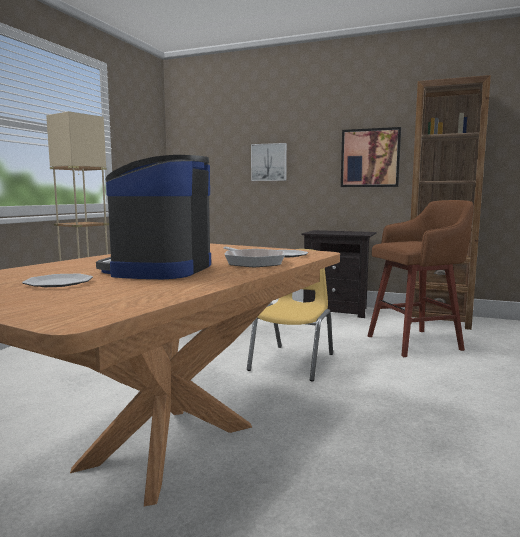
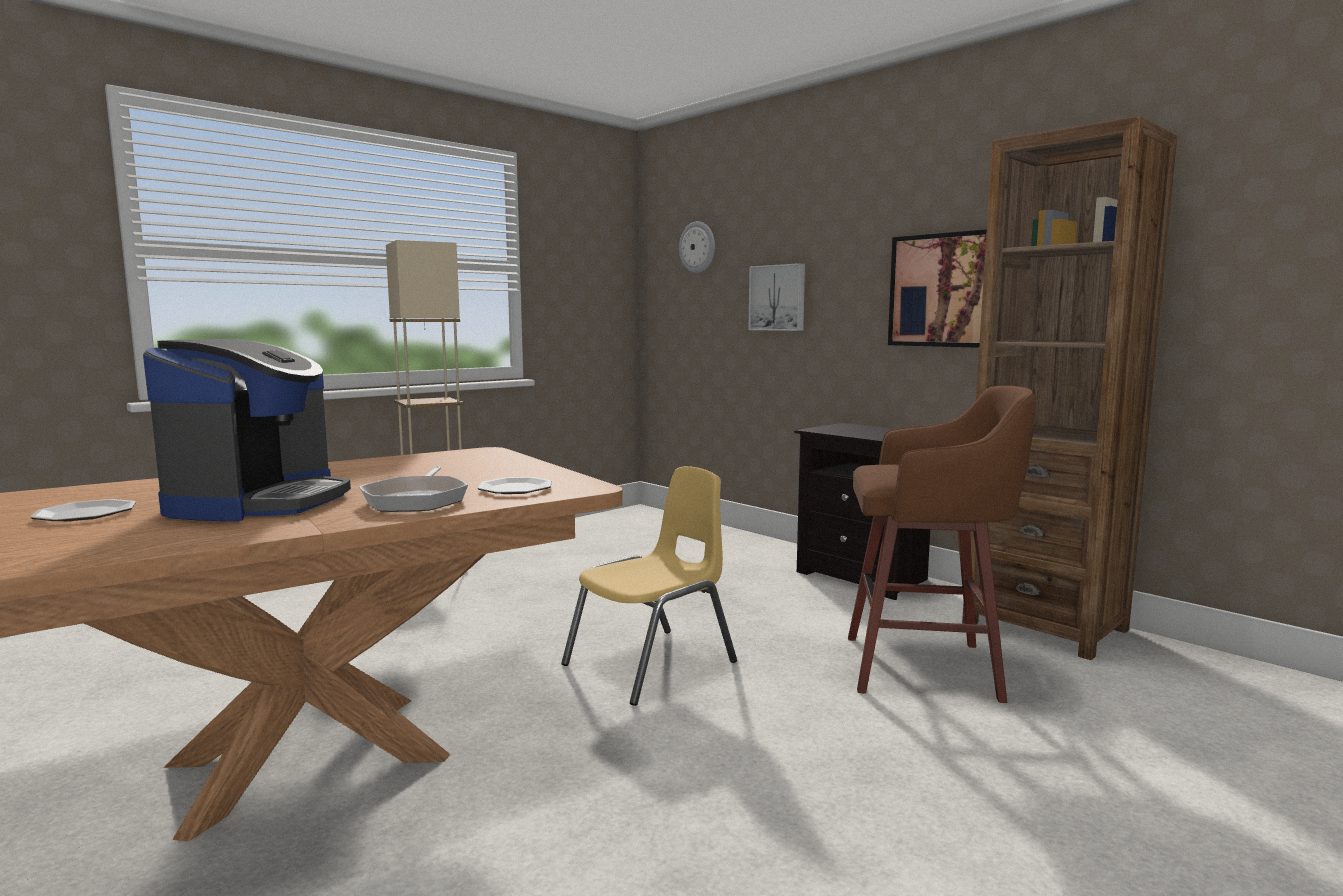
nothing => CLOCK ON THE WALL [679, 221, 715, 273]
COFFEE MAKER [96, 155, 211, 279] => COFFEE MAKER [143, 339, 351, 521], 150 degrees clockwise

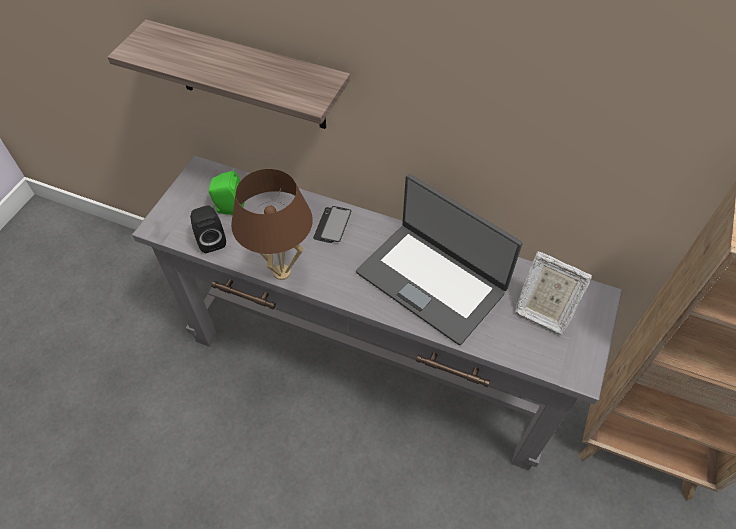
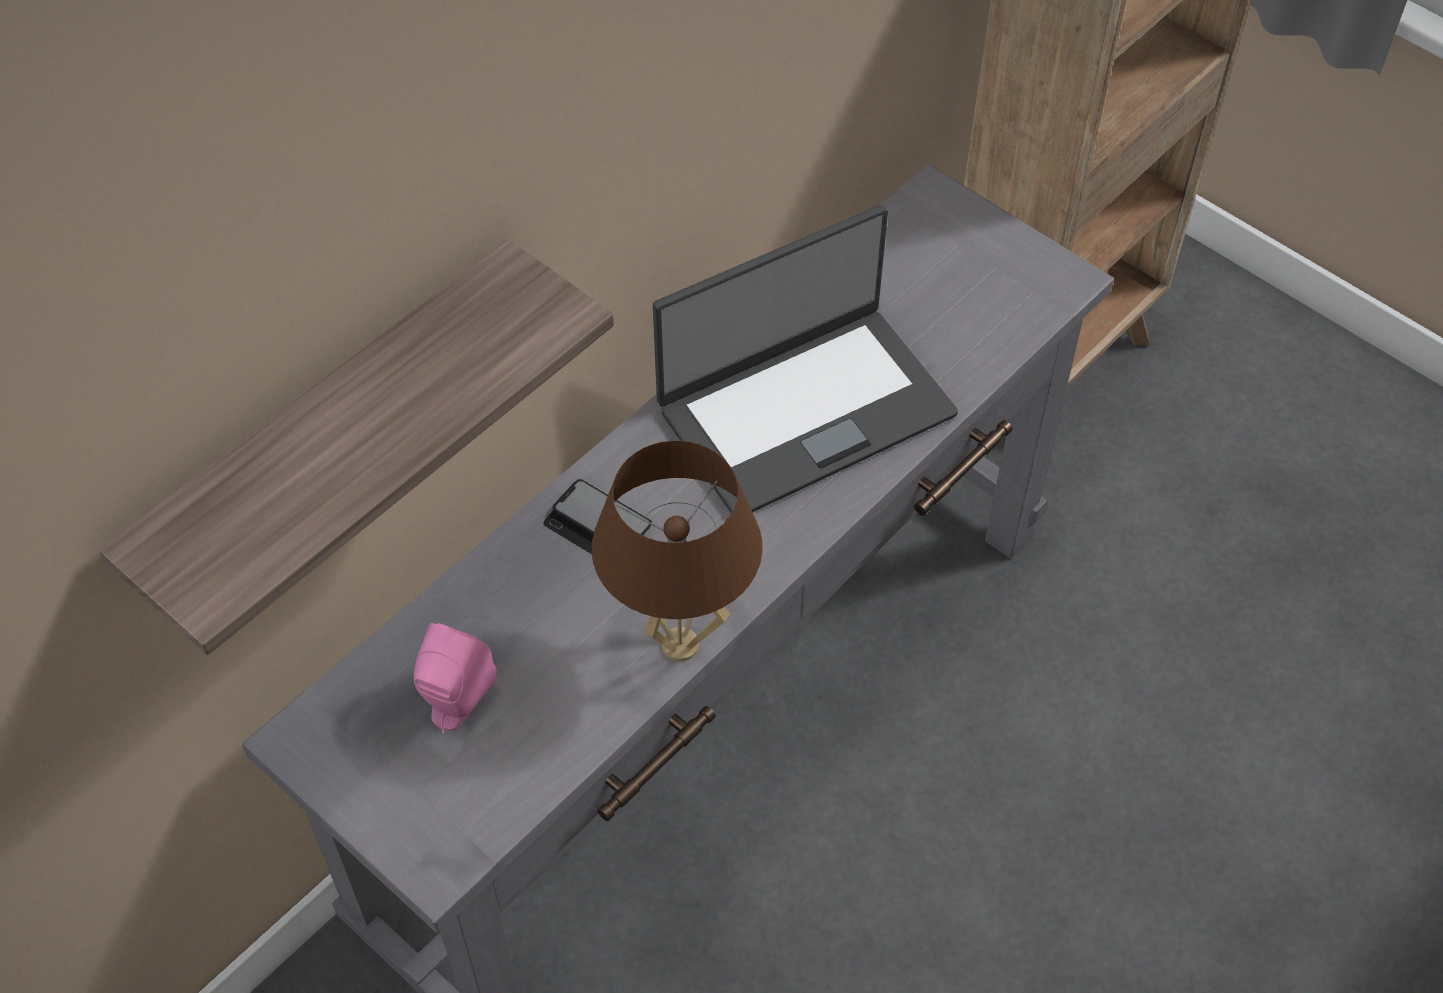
BLACK-COLOURED AUDIO SPEAKER [190, 206, 226, 253] => nothing
PHOTO FRAME [515, 251, 592, 335] => nothing
GREEN AUDIO SPEAKER [209, 171, 245, 215] => PINKISH AUDIO SPEAKER [414, 623, 497, 734]

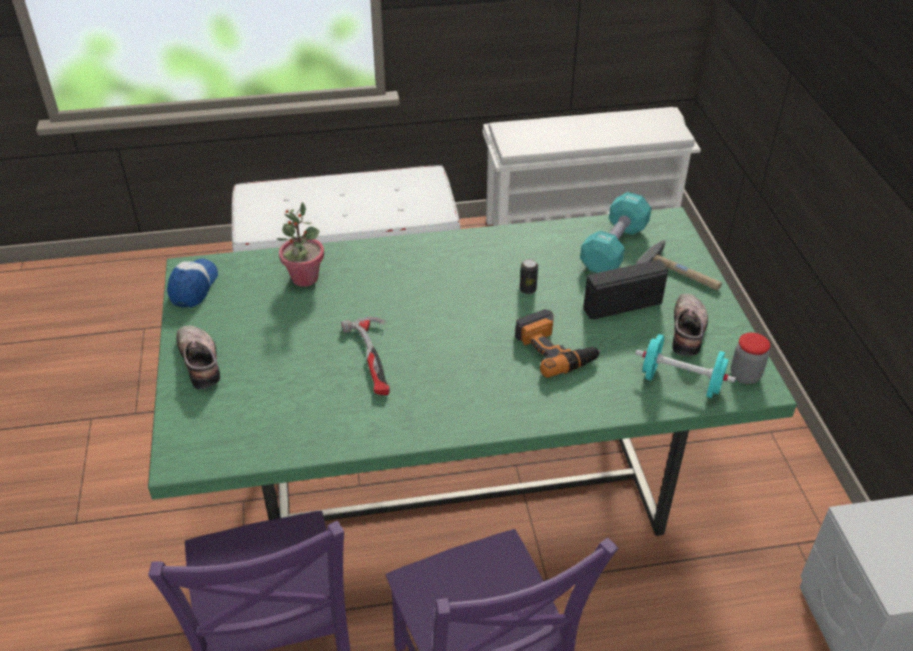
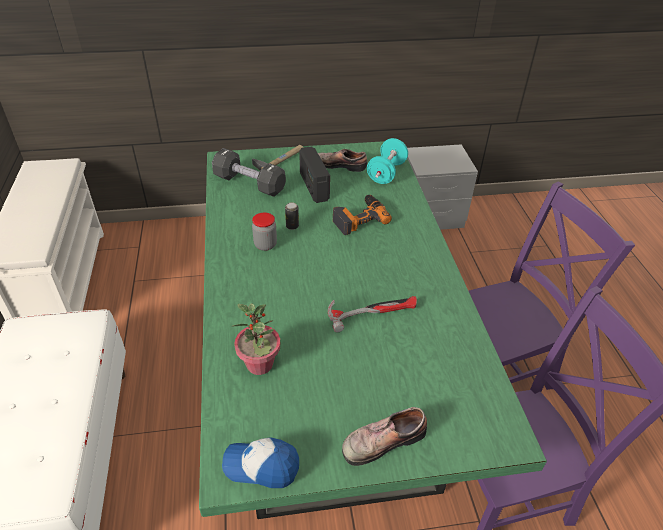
JAR [731, 333, 770, 384] => JAR [252, 213, 277, 251], relocated
BLUE-GREEN FREE WEIGHT [580, 192, 652, 273] => BLACK-COLOURED FREE WEIGHT [212, 148, 286, 197]

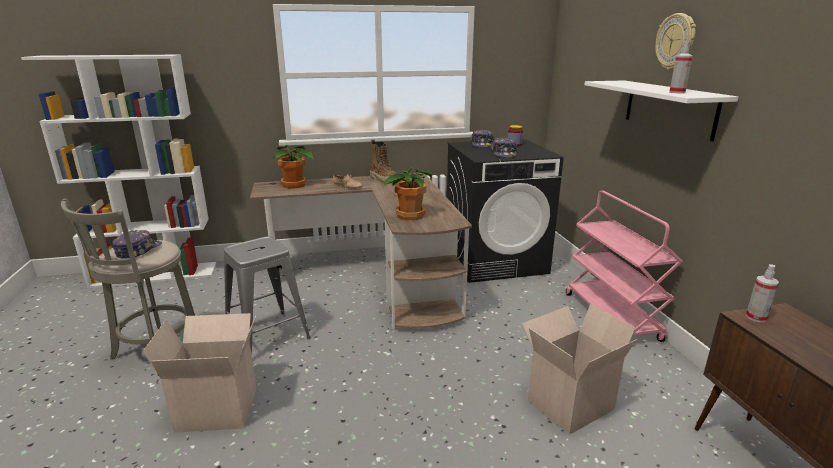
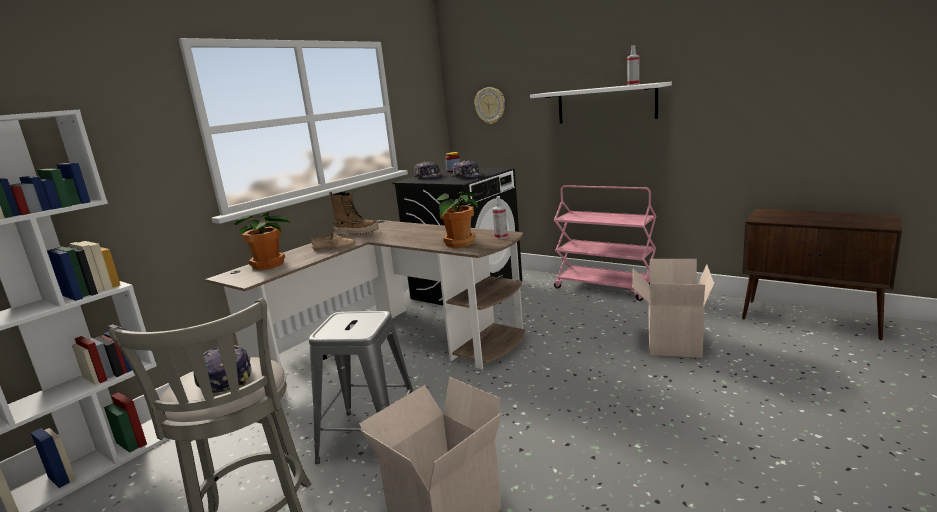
CLOCK ON THE WALL [655, 13, 696, 70] => CLOCK ON THE WALL [475, 87, 505, 124], relocated
HAND SPRAYER [746, 264, 779, 323] => HAND SPRAYER [493, 196, 508, 239], relocated

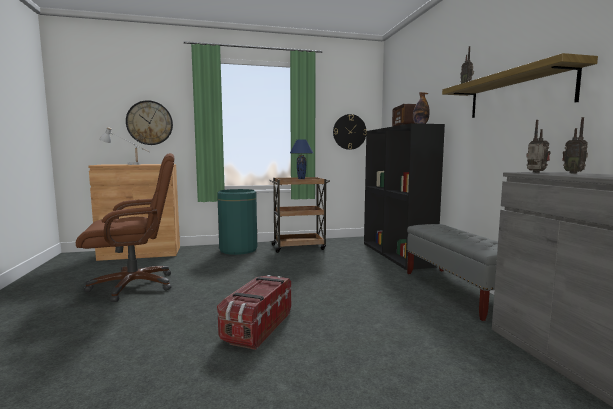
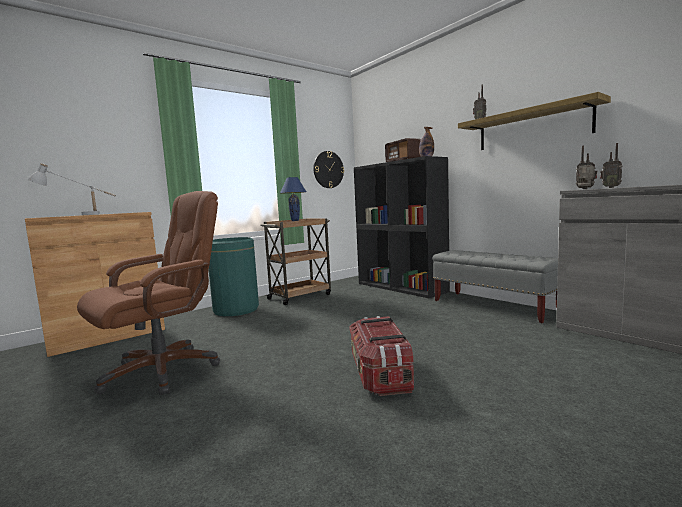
CLOCK ON THE WALL [126, 100, 173, 145] => nothing

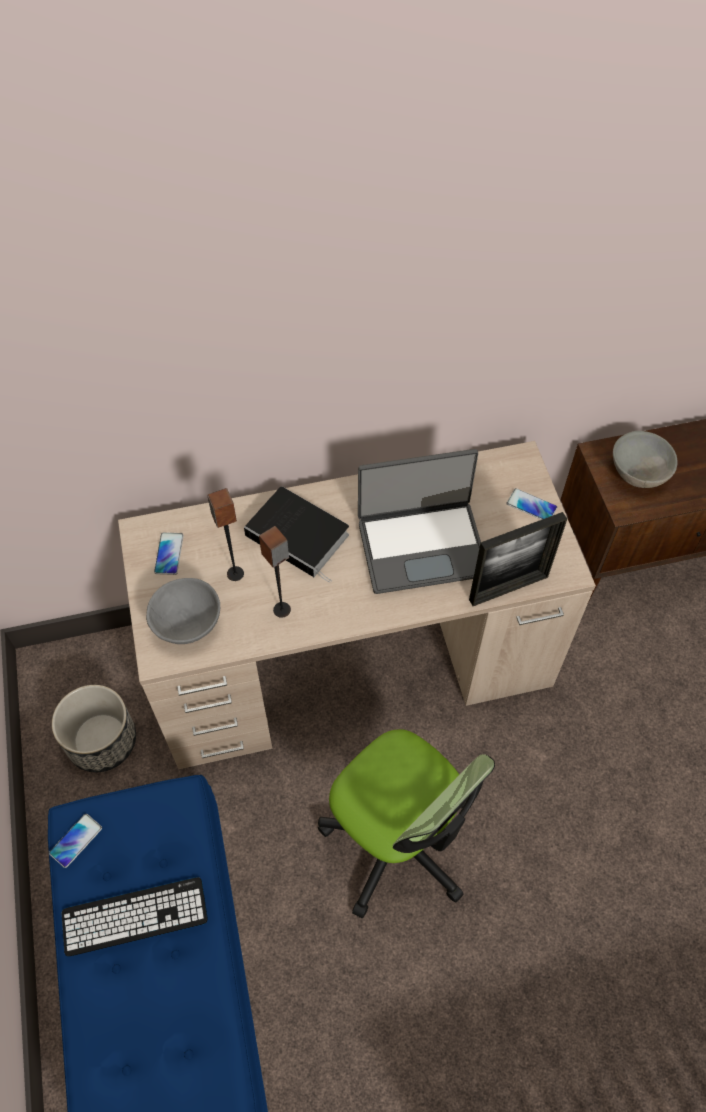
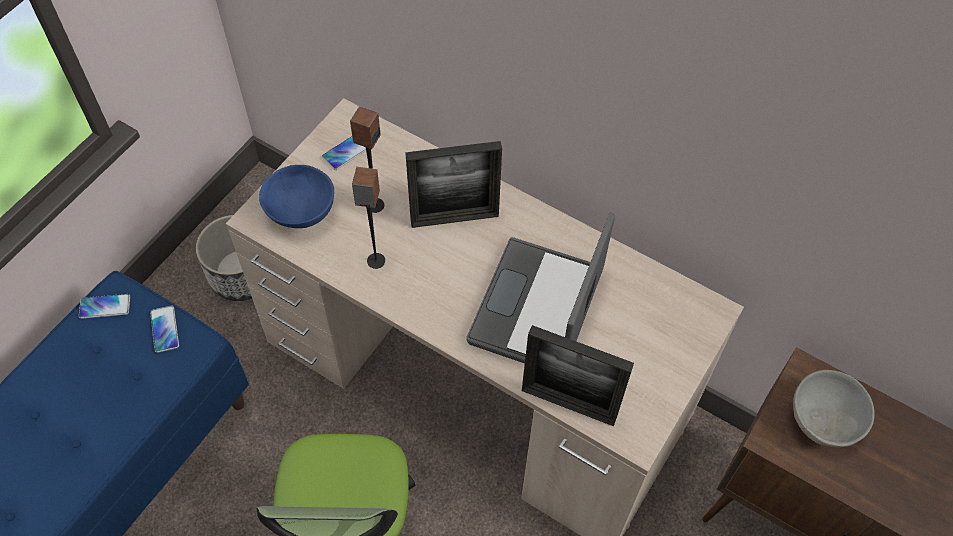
KEYBOARD [62, 877, 208, 956] => nothing
PHONE [507, 488, 557, 520] => PHONE [150, 306, 179, 353], relocated
BOUND BOOK [244, 487, 349, 583] => PHOTO FRAME [405, 141, 502, 228]
GREYISH DEEP DISH [146, 578, 220, 644] => BLUISH DEEP DISH [259, 165, 334, 228]
PORTABLE COMPUTER [358, 449, 481, 594] => PORTABLE COMPUTER [466, 212, 615, 363], 75 degrees clockwise

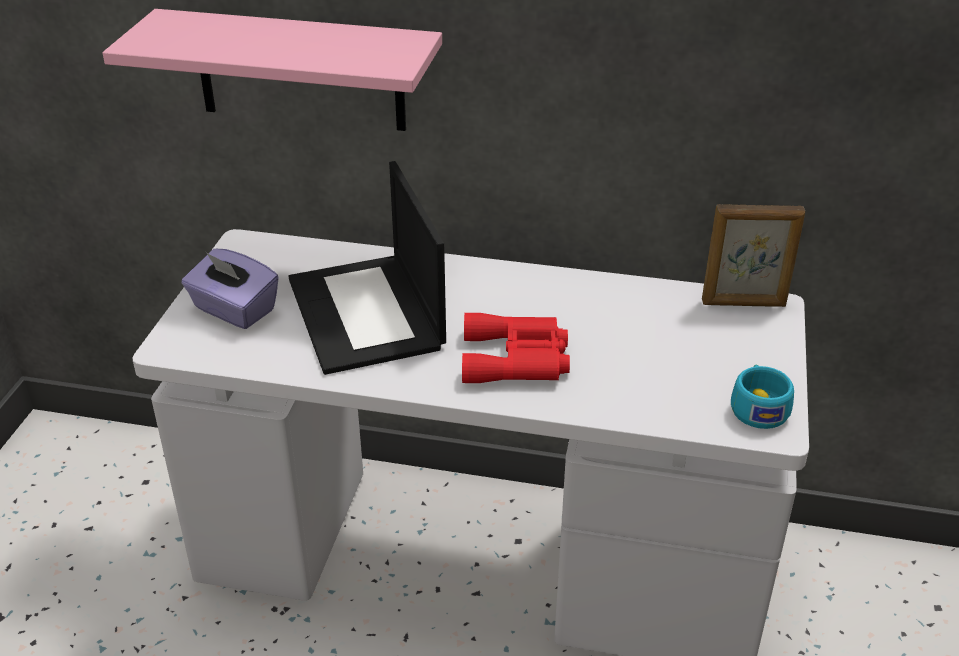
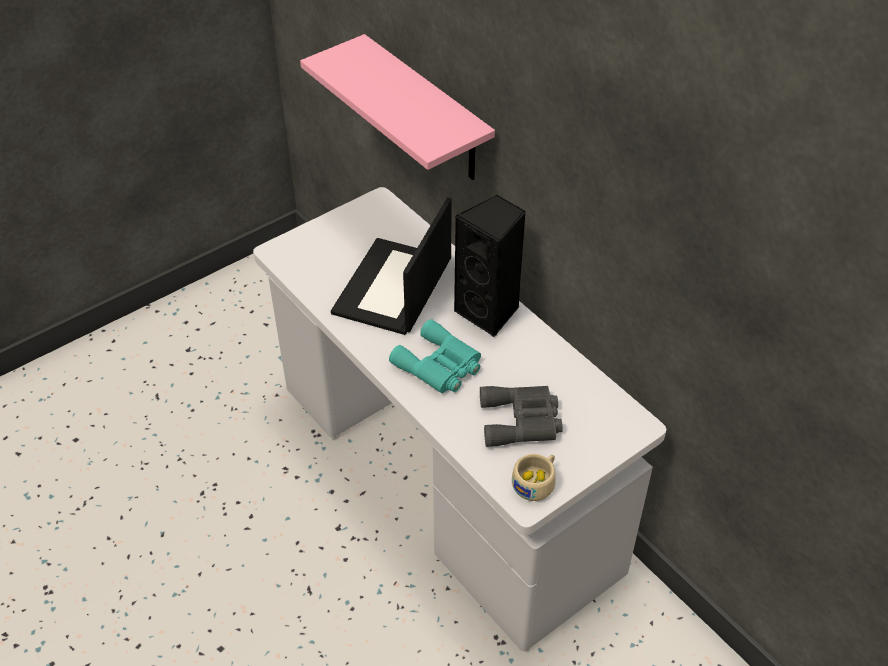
PURPLE BOX OF TISSUES [182, 249, 279, 329] => nothing
PHOTO FRAME [702, 204, 805, 307] => nothing
nothing => BLACK-COLOURED AUDIO SPEAKER [454, 195, 526, 337]
nothing => GREYISH BINOCULARS [480, 386, 563, 447]
RED-COLOURED BINOCULARS [462, 313, 570, 383] => BLUE-GREEN BINOCULARS [389, 319, 481, 393]
BLUE-GREEN CUP [731, 365, 794, 429] => BEIGE CUP [512, 454, 556, 501]

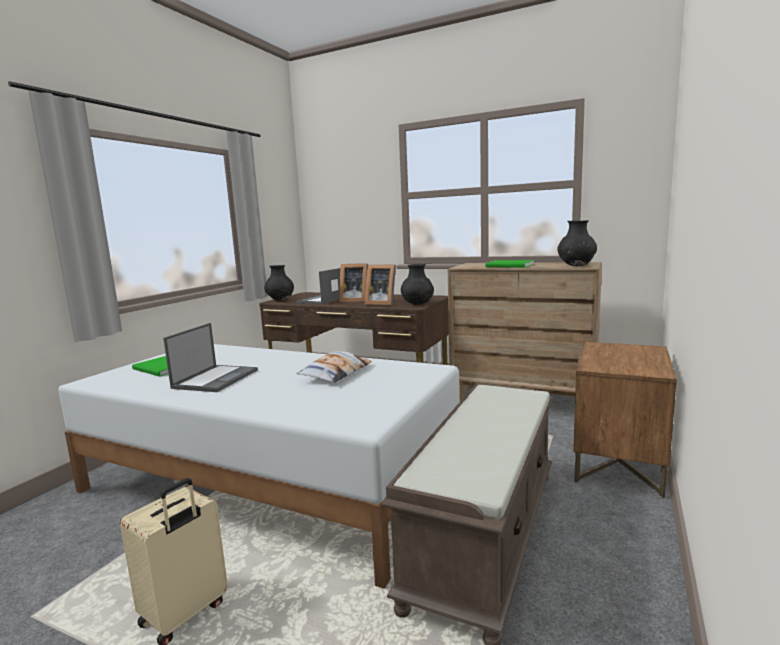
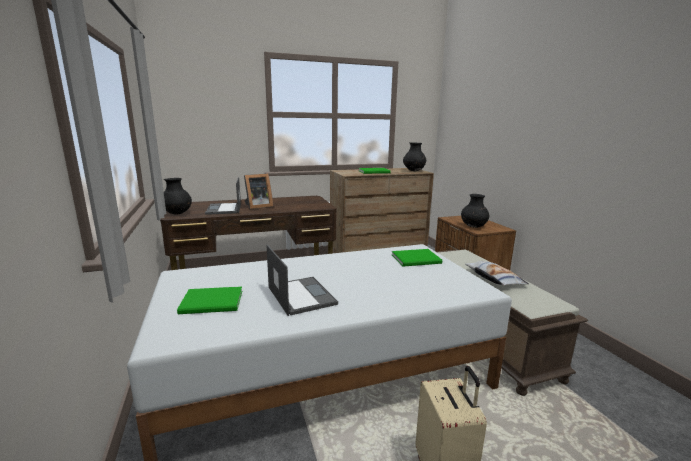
PHOTO FRAME [365, 265, 396, 306] => nothing
nothing => GREEN BOUND BOOK [392, 249, 442, 267]
PILLOW [297, 351, 372, 383] => PILLOW [465, 261, 529, 286], relocated
BLACK-COLOURED VASE [401, 264, 434, 305] => BLACK-COLOURED VASE [461, 194, 489, 228], relocated

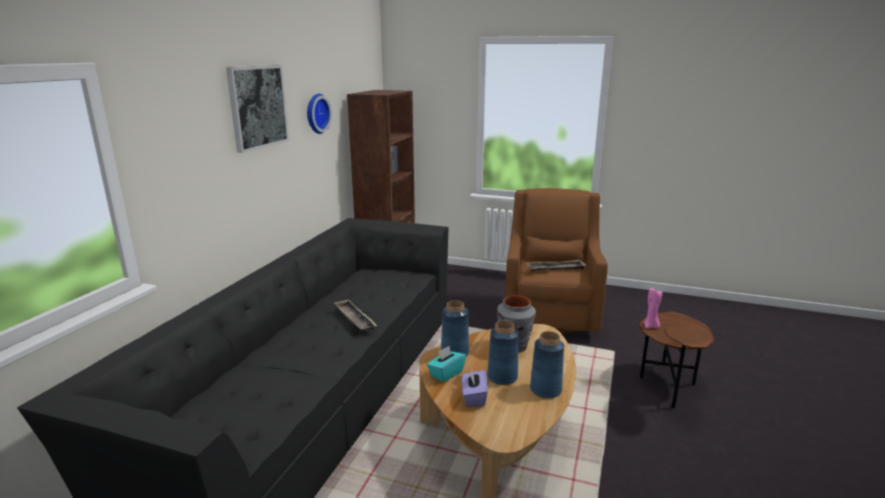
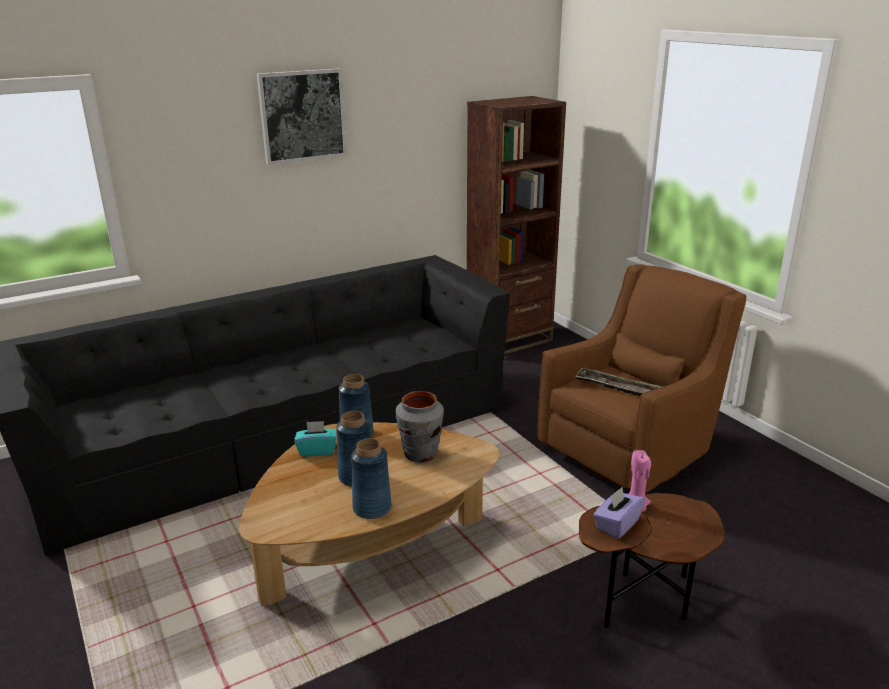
CLOCK ON THE WALL [307, 94, 332, 134] => nothing
CARRYING TRAY [334, 299, 377, 331] => nothing
PURPLE BOX OF TISSUES [462, 368, 488, 406] => PURPLE BOX OF TISSUES [593, 487, 645, 539], relocated

